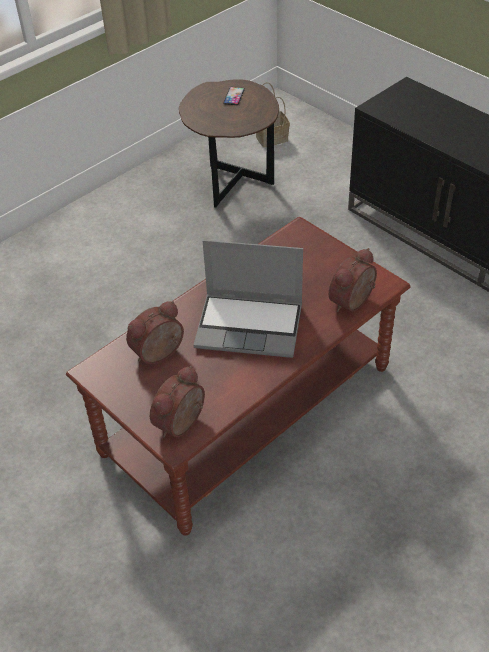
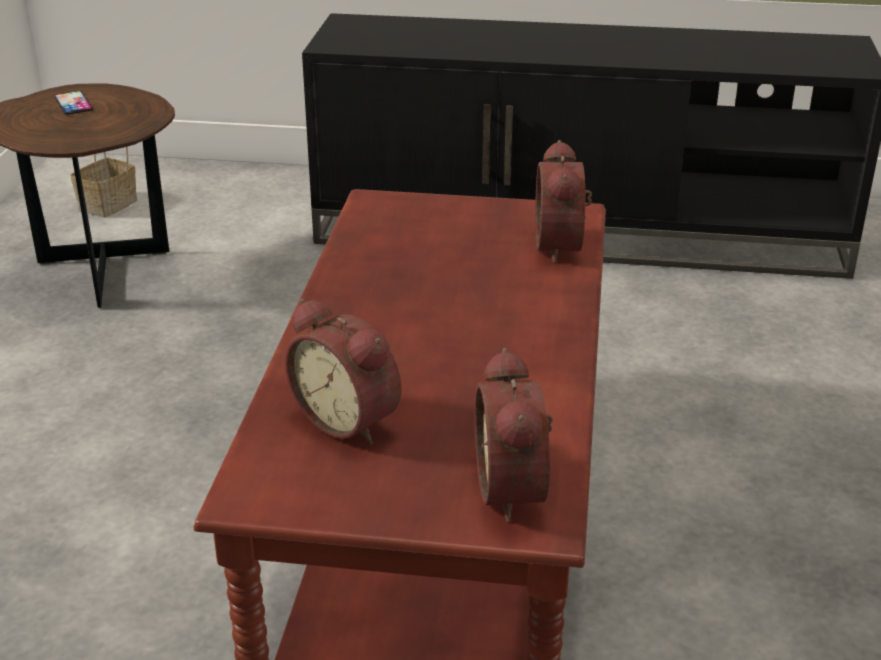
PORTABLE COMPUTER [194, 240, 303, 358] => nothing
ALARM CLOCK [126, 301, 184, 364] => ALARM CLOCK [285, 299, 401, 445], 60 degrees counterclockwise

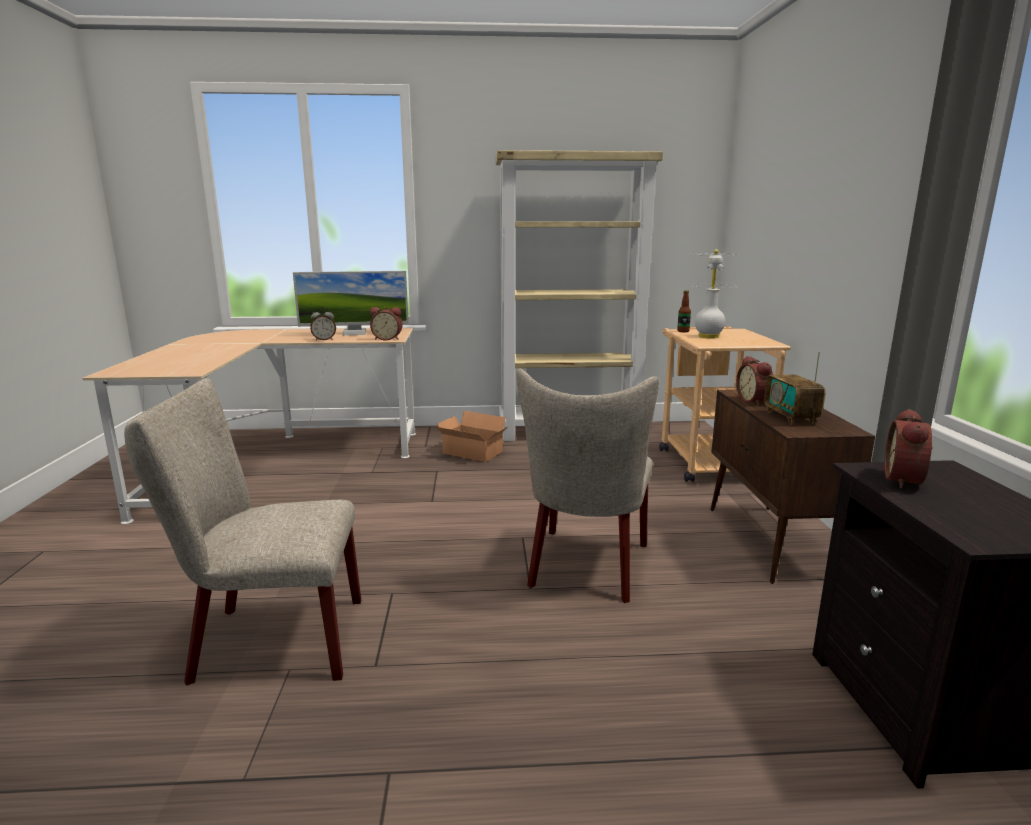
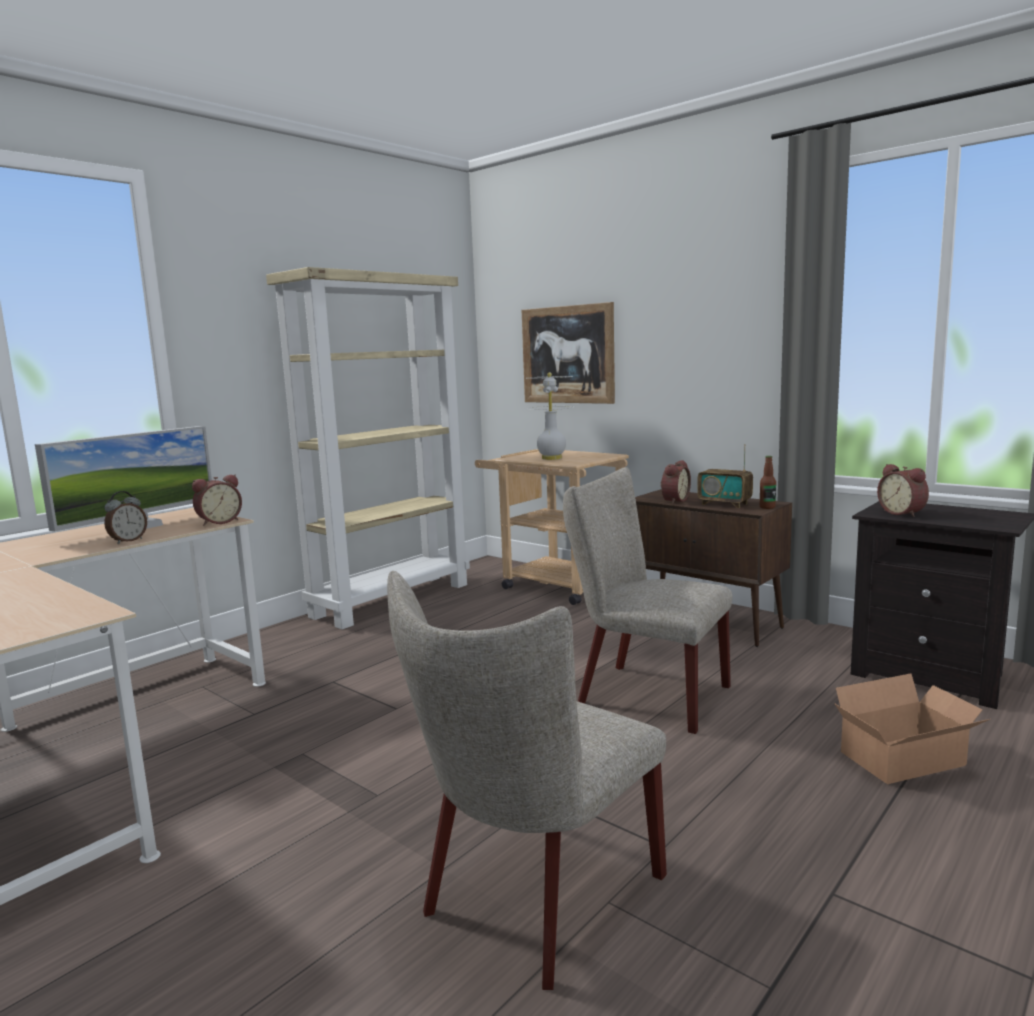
nothing => WALL PICTURE [522, 302, 615, 404]
CARDBOARD BOX [436, 411, 510, 462] => CARDBOARD BOX [834, 673, 990, 784], relocated
BEVERAGE BOTTLE [677, 290, 691, 332] => BEVERAGE BOTTLE [760, 456, 776, 509], relocated
BEIGE CHAIR [516, 368, 659, 603] => BEIGE CHAIR [563, 467, 733, 734], 150 degrees clockwise
ALARM CLOCK [736, 356, 773, 406] => ALARM CLOCK [660, 460, 691, 504], 90 degrees counterclockwise

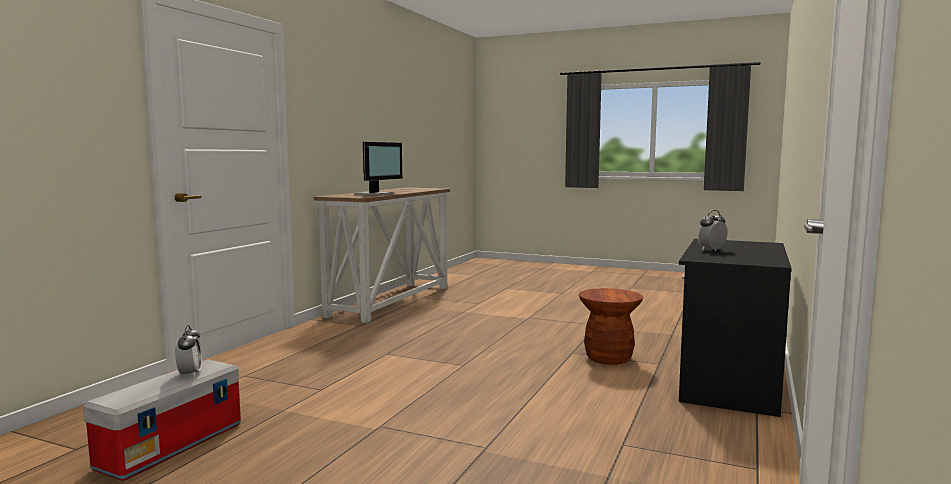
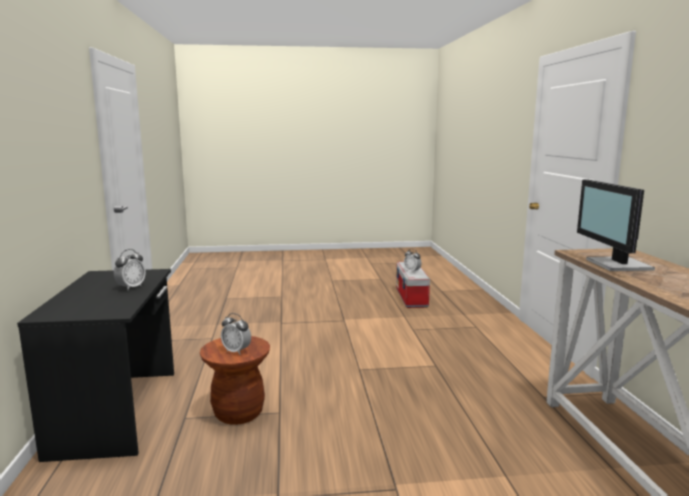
nothing => ALARM CLOCK [221, 313, 251, 354]

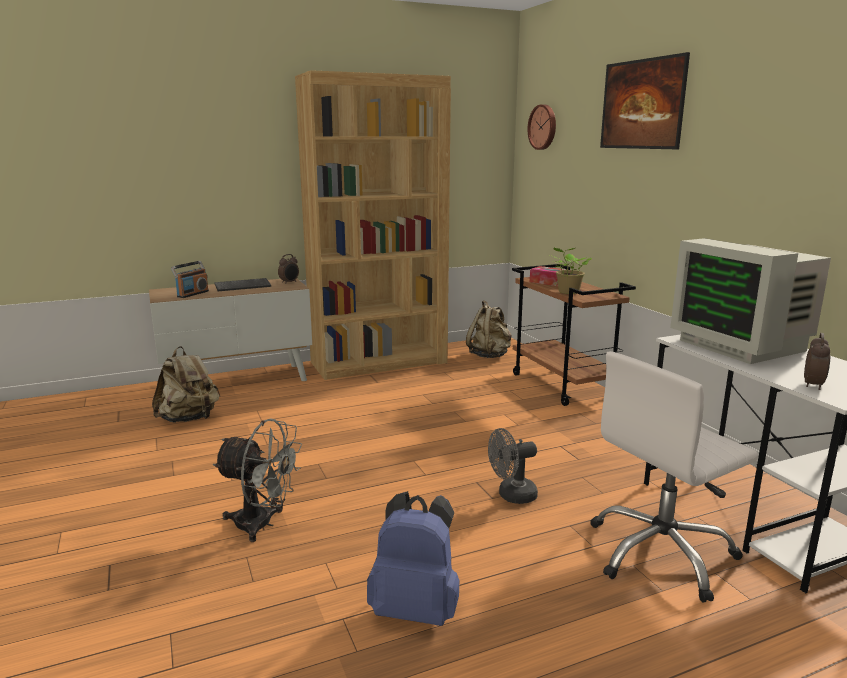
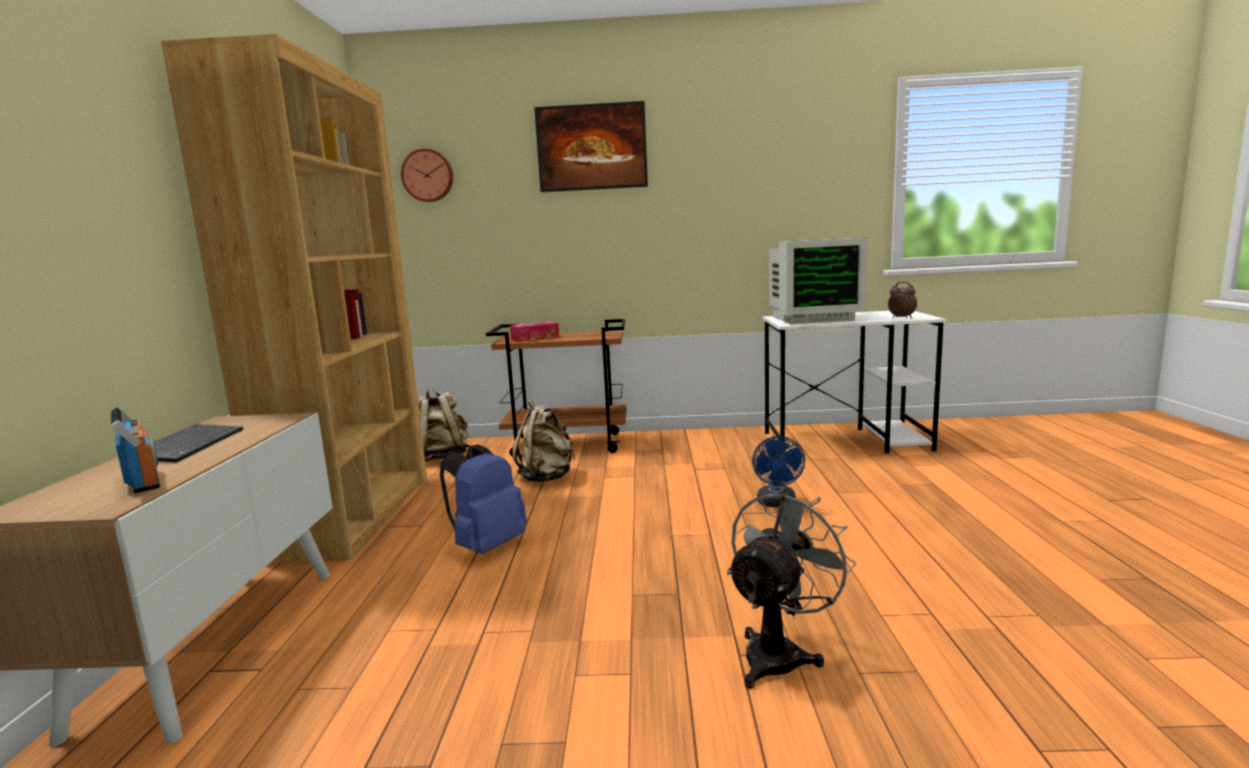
ALARM CLOCK [278, 254, 299, 284] => nothing
HOUSEPLANT [550, 248, 592, 294] => nothing
WHITE COMPUTER CHAIR [590, 351, 758, 603] => nothing
BEIGE KNAPSACK [152, 346, 219, 423] => BEIGE KNAPSACK [512, 399, 575, 482], relocated
BLUISH KNAPSACK [367, 491, 459, 626] => BLUISH KNAPSACK [440, 444, 527, 554], relocated
GREYISH FAN [488, 428, 538, 504] => BLUISH FAN [752, 436, 805, 507]

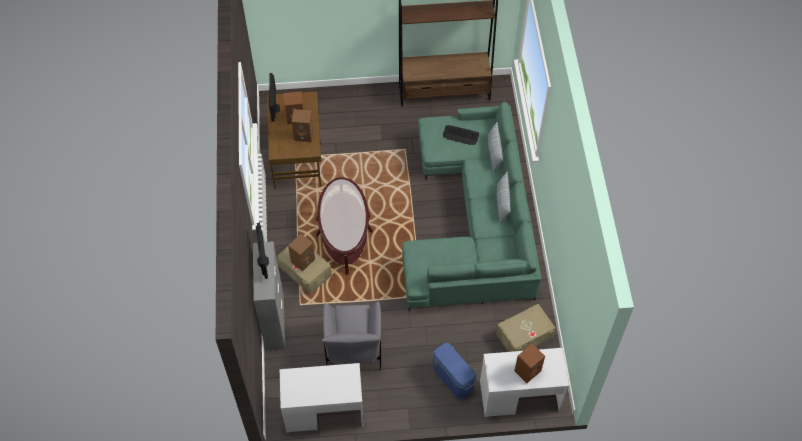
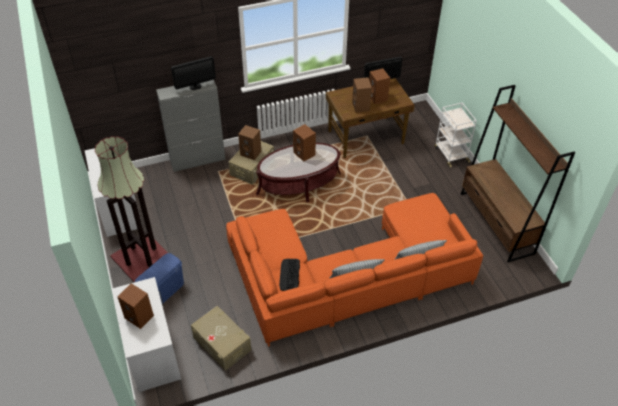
GREYISH EASY CHAIR [322, 301, 381, 370] => nothing
nothing => STANDING LAMP [95, 136, 168, 282]
nothing => BROWNISH AUDIO SPEAKER [293, 124, 316, 162]
nothing => WHITE WHEELED CART [435, 102, 477, 168]
KEYBOARD [443, 125, 479, 145] => KEYBOARD [279, 258, 300, 291], relocated
GREEN COUCH [402, 101, 541, 311] => ORANGE-COLOURED COUCH [226, 193, 483, 347]

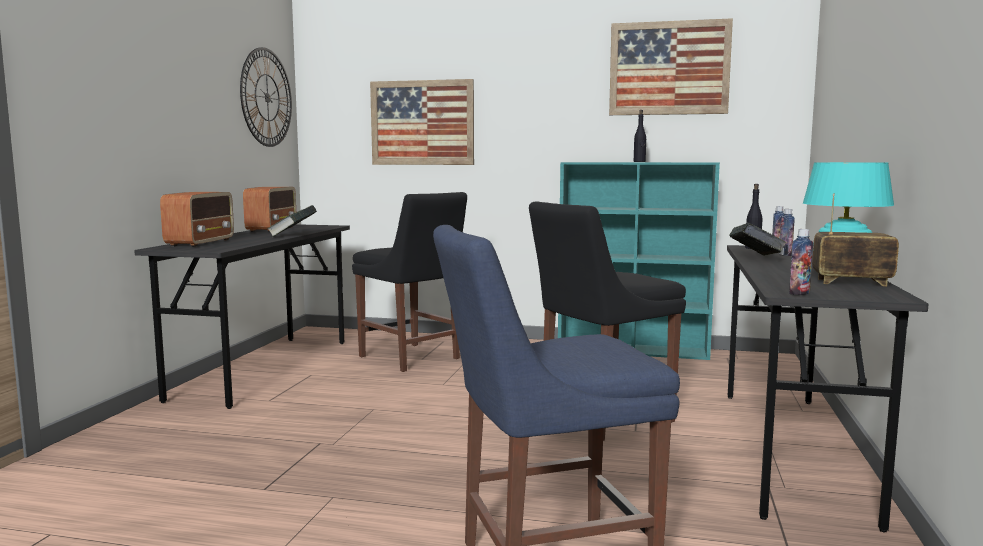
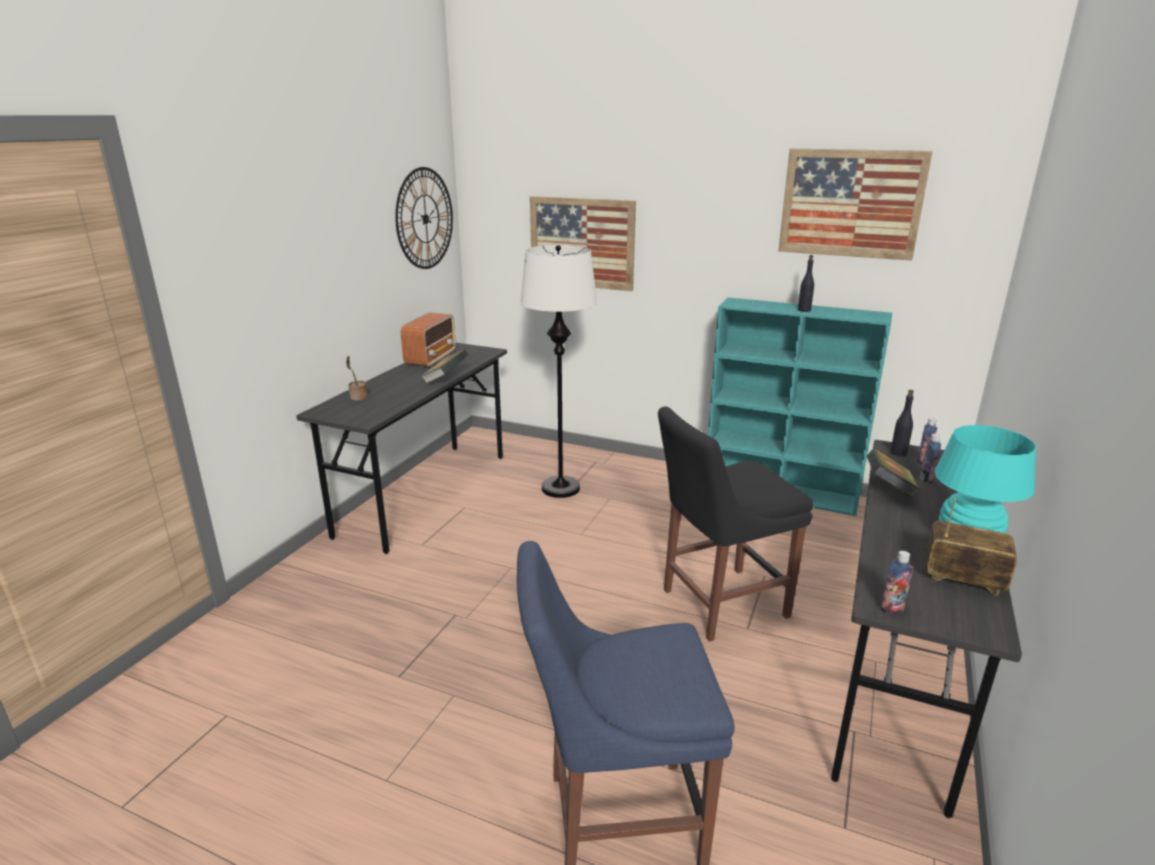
RADIO [160, 192, 234, 247] => HOUSEPLANT [346, 356, 368, 401]
BLACK-COLOURED CHAIR [352, 192, 467, 372] => WHITE STANDING LAMP [520, 245, 598, 498]

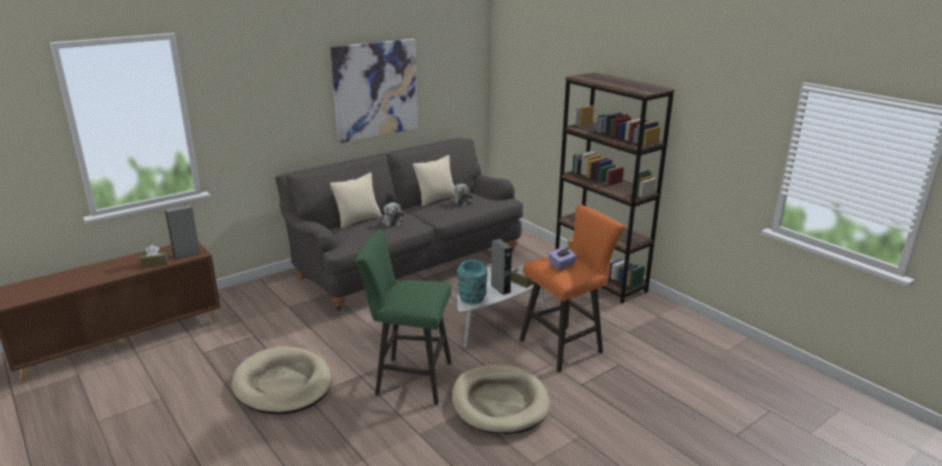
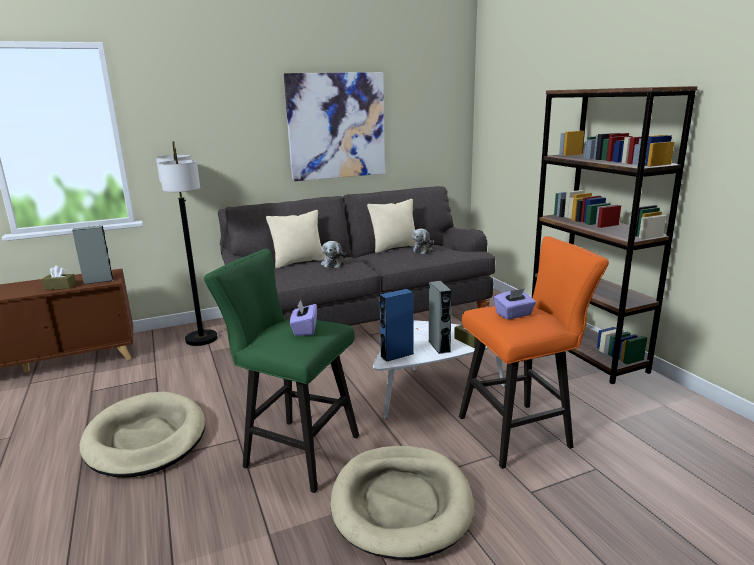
nothing => STANDING LAMP [156, 141, 218, 346]
nothing => PURPLE BOX OF TISSUES [290, 300, 317, 336]
BLUE-GREEN VASE [457, 260, 488, 304] => BLUISH AUDIO SPEAKER [379, 289, 414, 362]

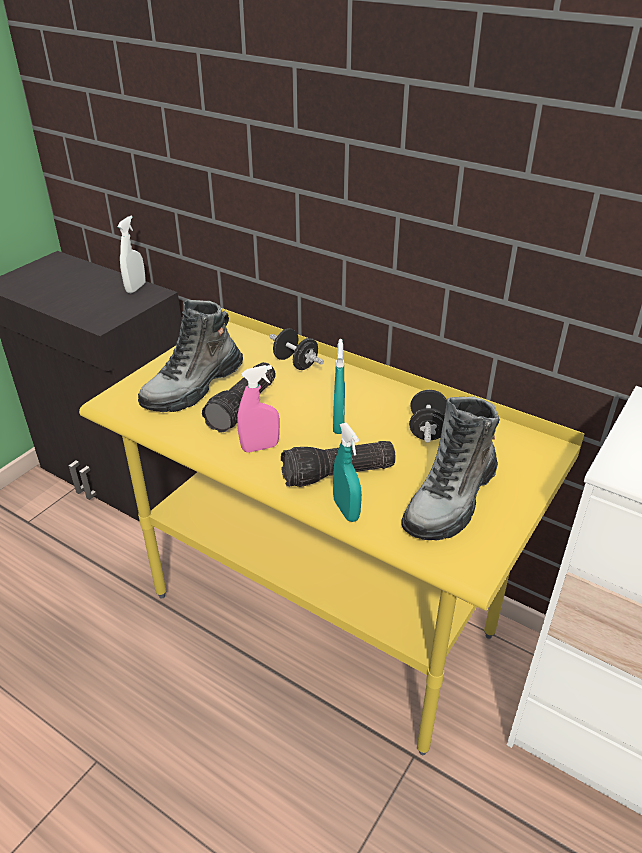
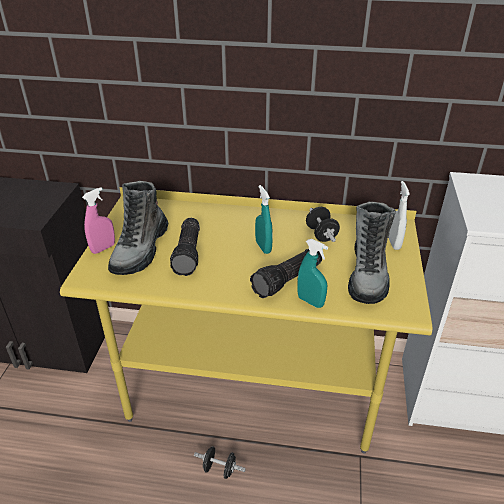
WHITE HAND SPRAYER [117, 216, 145, 293] => WHITE HAND SPRAYER [388, 181, 410, 250], relocated
PINKISH HAND SPRAYER [237, 365, 280, 453] => PINKISH HAND SPRAYER [82, 187, 115, 254], relocated
BLACK-COLOURED FREE WEIGHT [270, 328, 324, 370] => BLACK-COLOURED FREE WEIGHT [194, 447, 246, 479], relocated

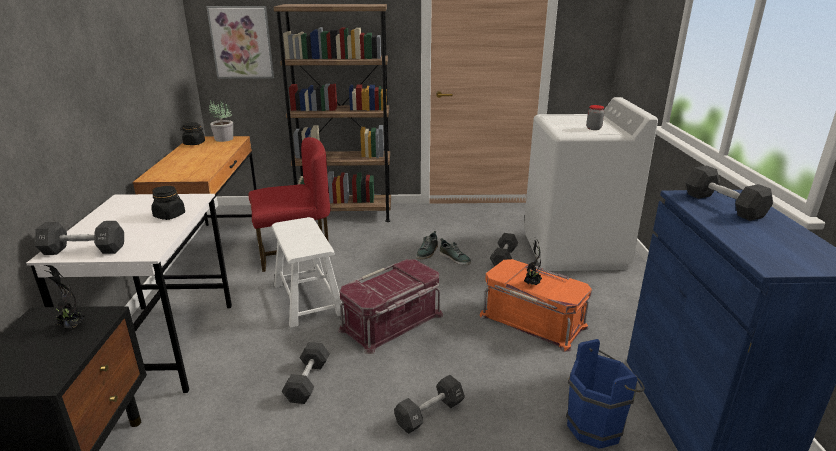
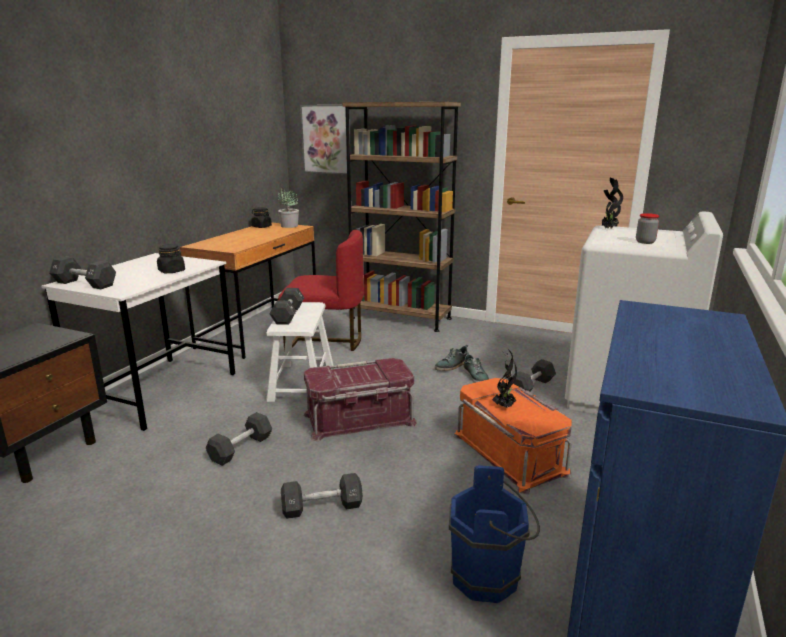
HOUSEPLANT [44, 265, 85, 328] => HOUSEPLANT [601, 178, 623, 229], relocated
BLACK-COLOURED FREE WEIGHT [685, 166, 773, 221] => BLACK-COLOURED FREE WEIGHT [270, 288, 304, 325], relocated

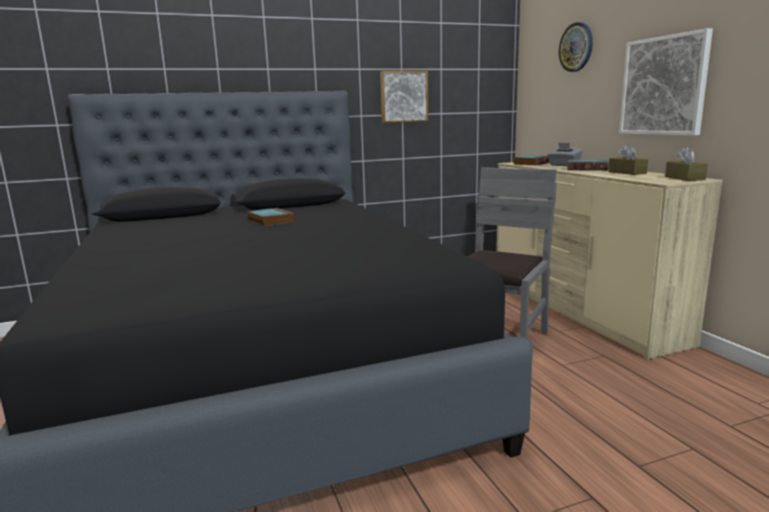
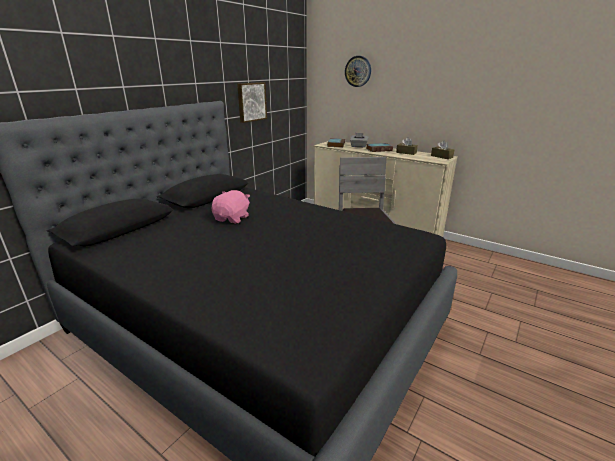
WALL PICTURE [619, 28, 713, 136] => nothing
BOUND BOOK [247, 208, 295, 226] => PINKISH CUDDLY TOY [212, 190, 250, 224]

